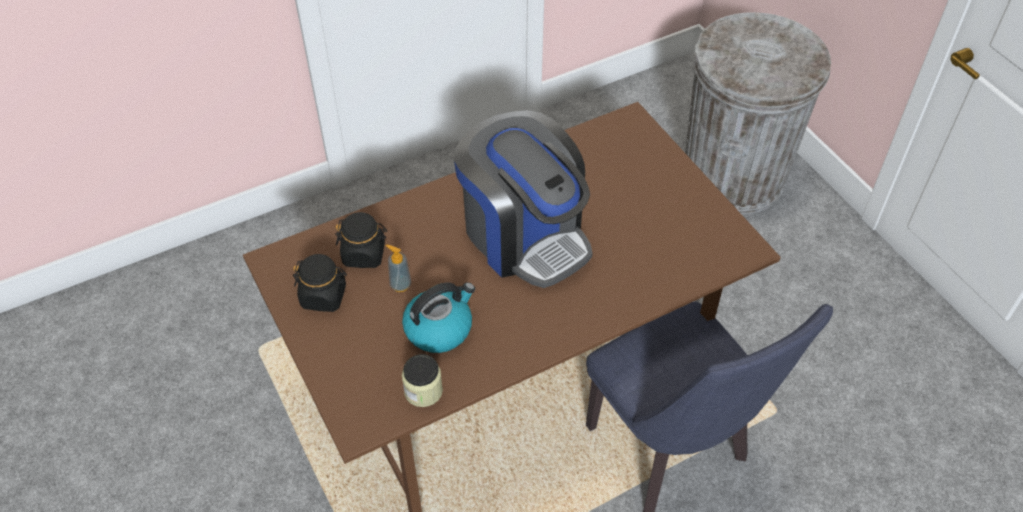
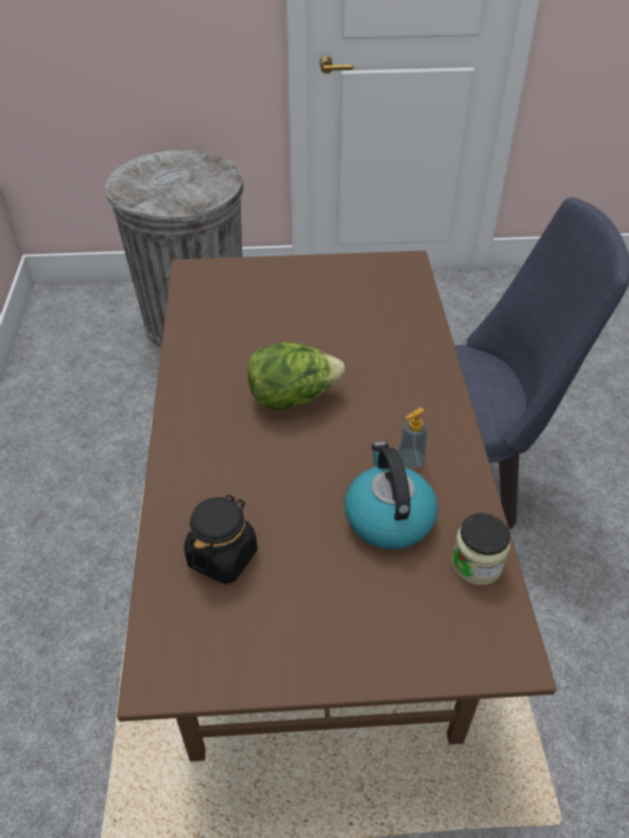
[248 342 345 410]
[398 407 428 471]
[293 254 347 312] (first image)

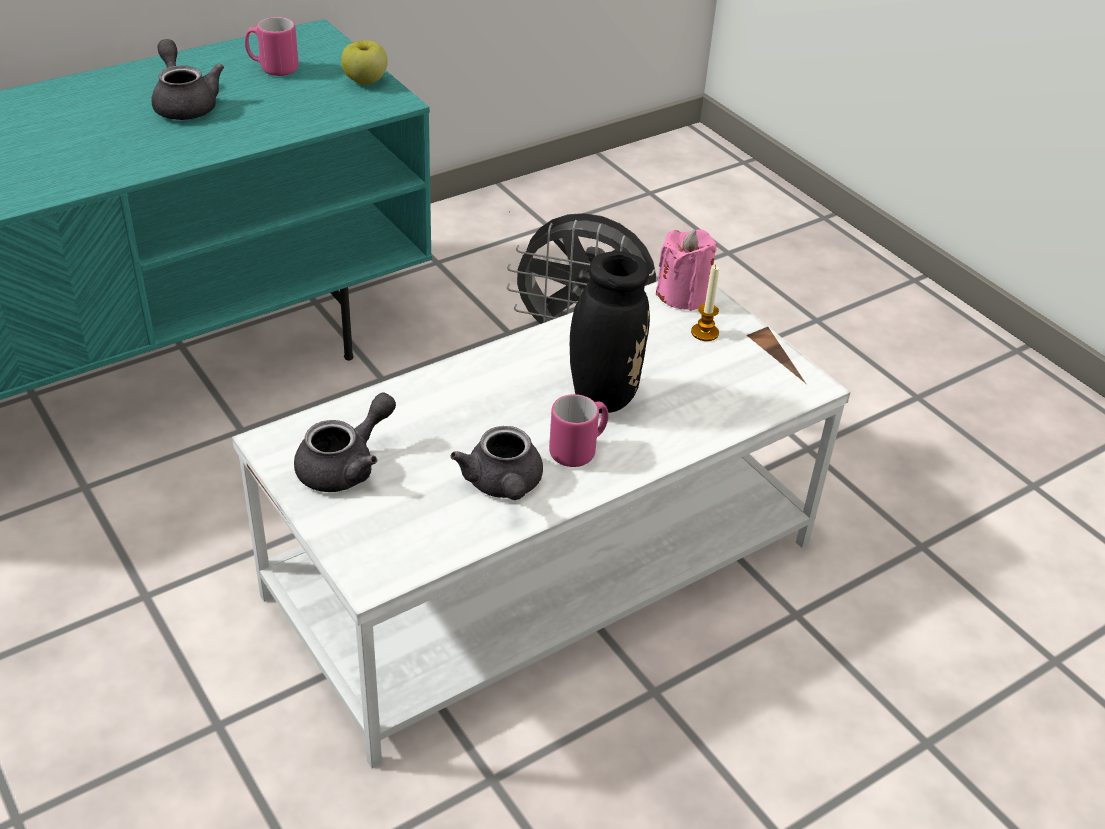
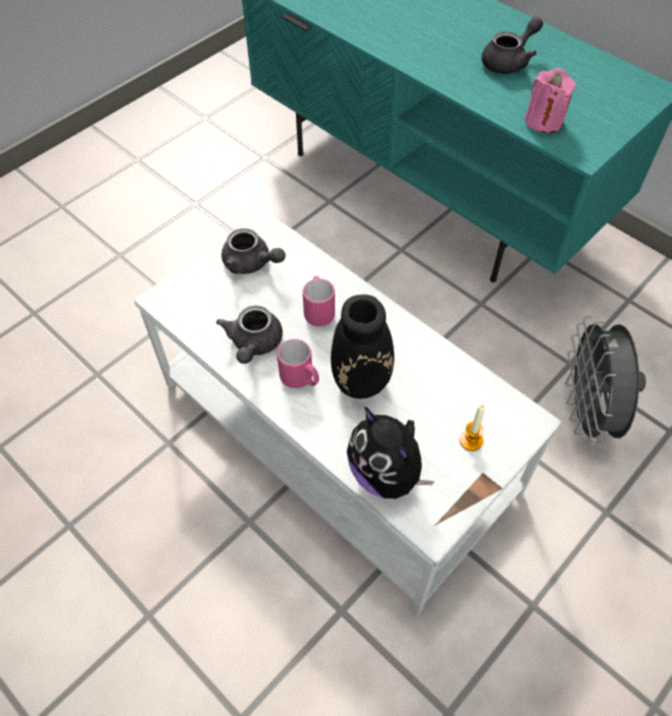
[303 276 335 327]
[341 40 388 85] (first image)
[525 68 576 133]
[216 305 283 364]
[347 407 435 499]

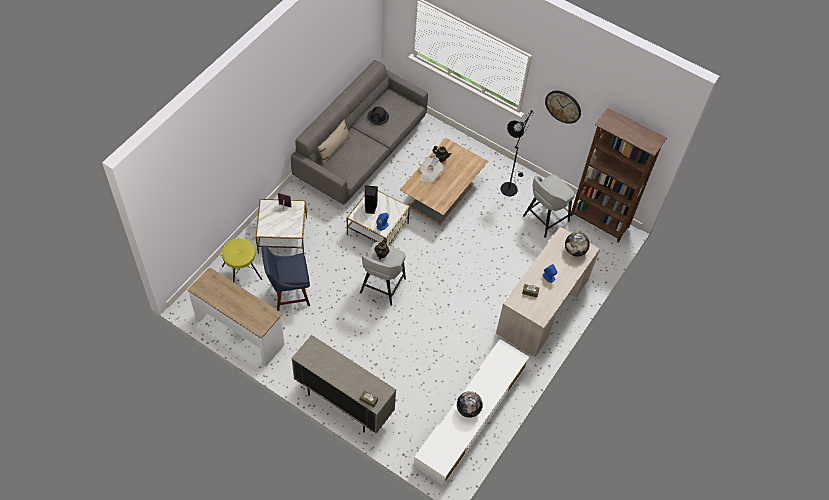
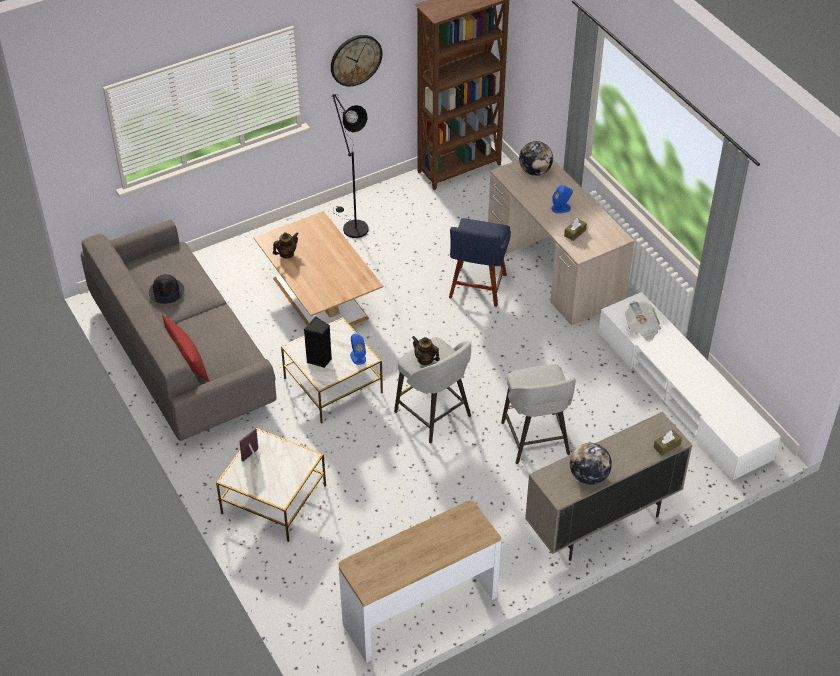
[162 314 210 382]
[625 301 661 342]
[501 364 575 464]
[222 239 262 282] (first image)
[449 218 511 307]
[570 443 612 485]

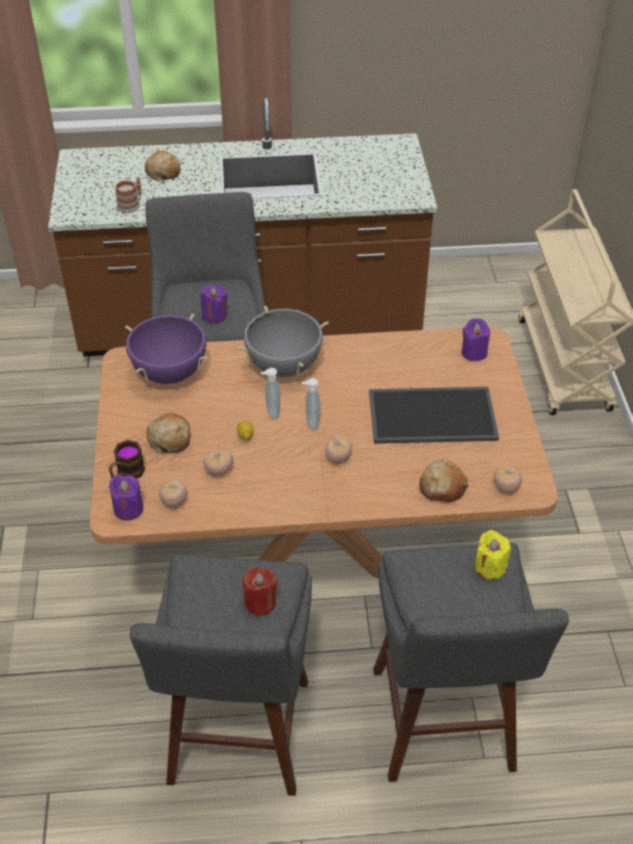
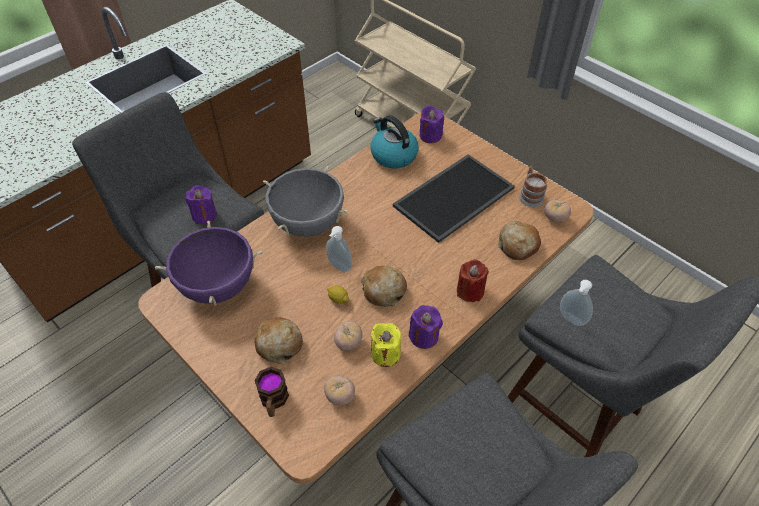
[361 266 407 307]
[519 166 547 207]
[560 280 593 326]
[325 435 352 463] (first image)
[409 305 443 349]
[371 323 401 367]
[457 259 489 302]
[370 115 419 168]

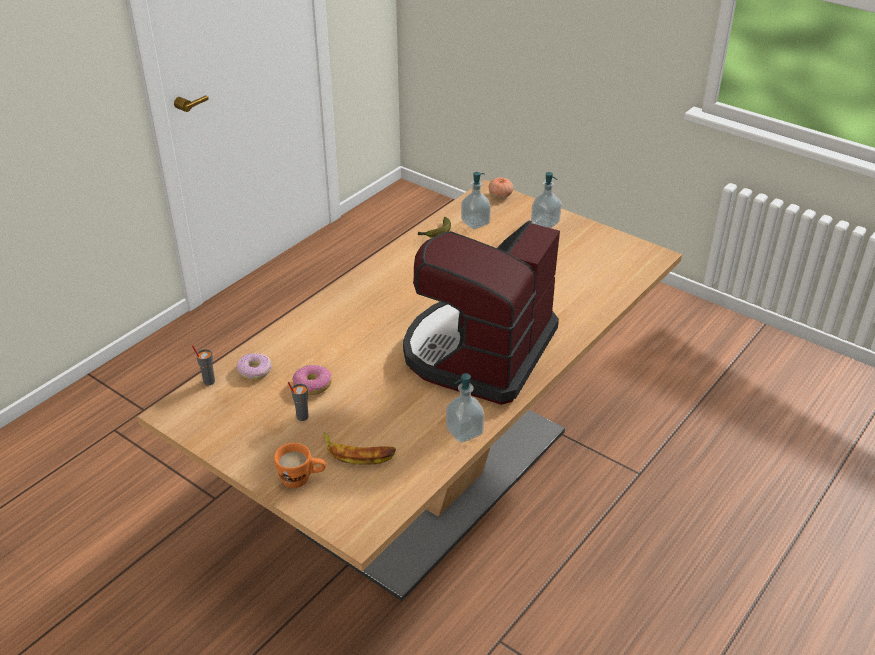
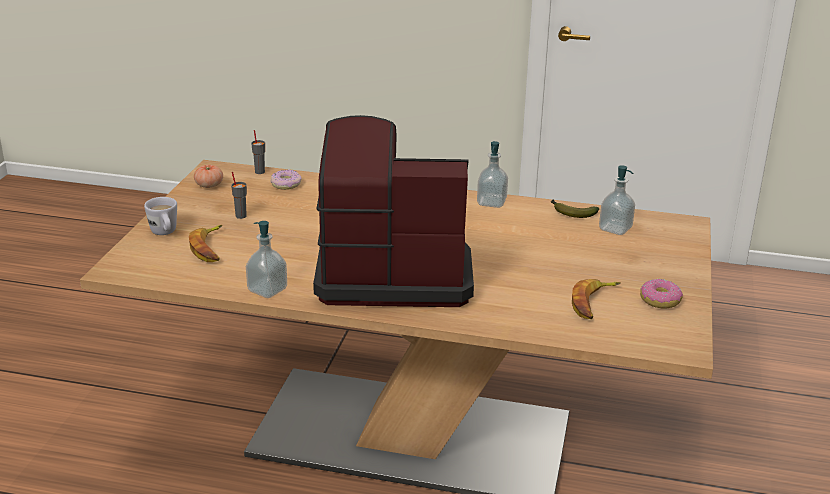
[477 141 508 208]
[194 165 223 188]
[640 279 683 309]
[144 197 177 235]
[572 279 621 319]

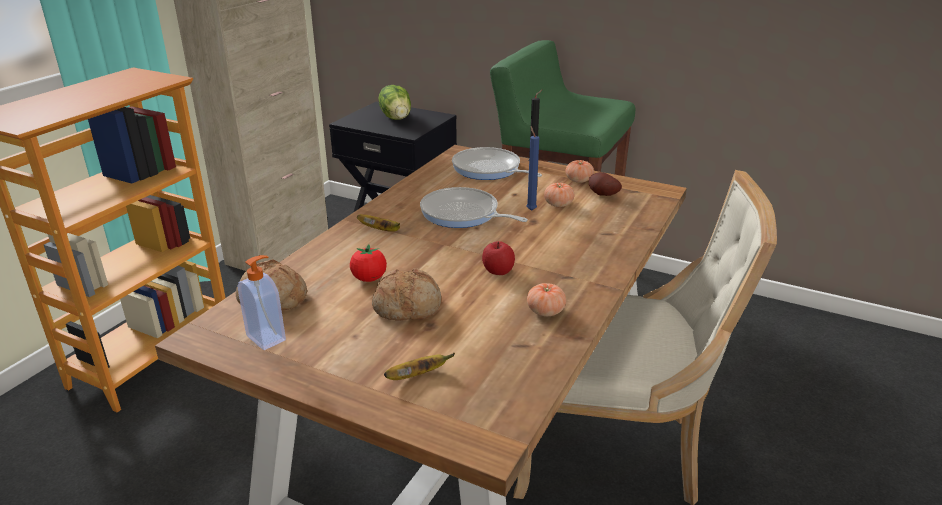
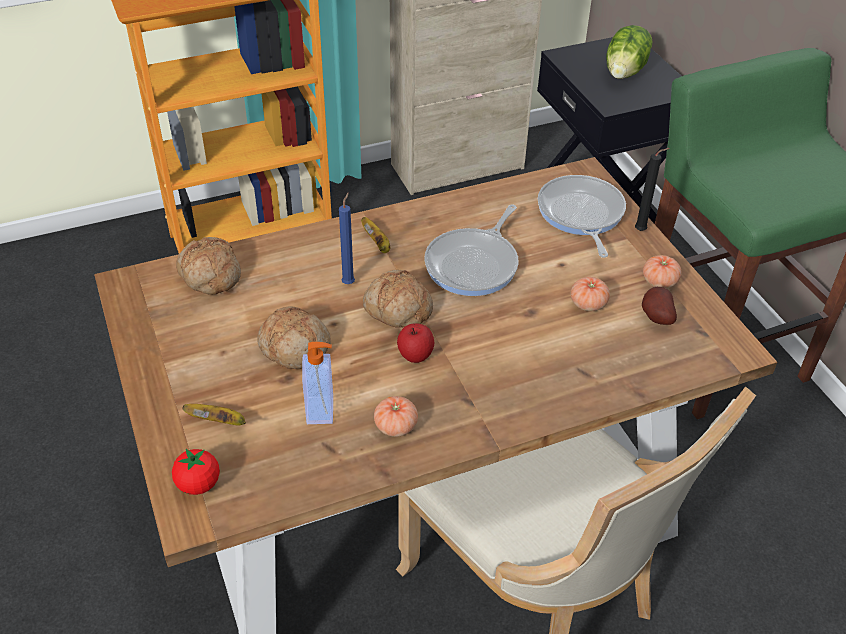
[339 192 355 284]
[424 204 519 296]
[172 449 220 495]
[302 342 333 424]
[363 270 433 328]

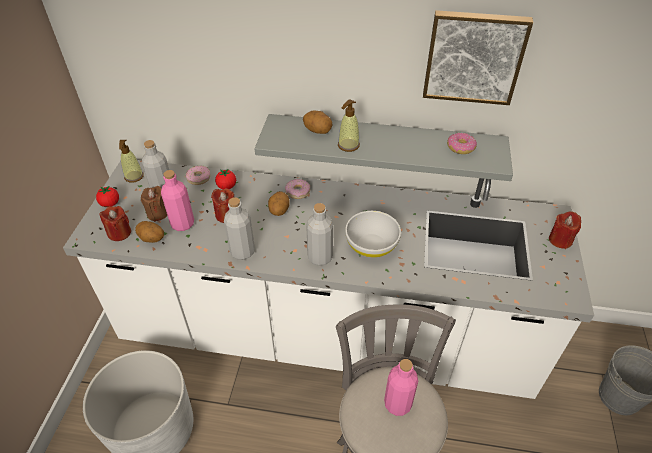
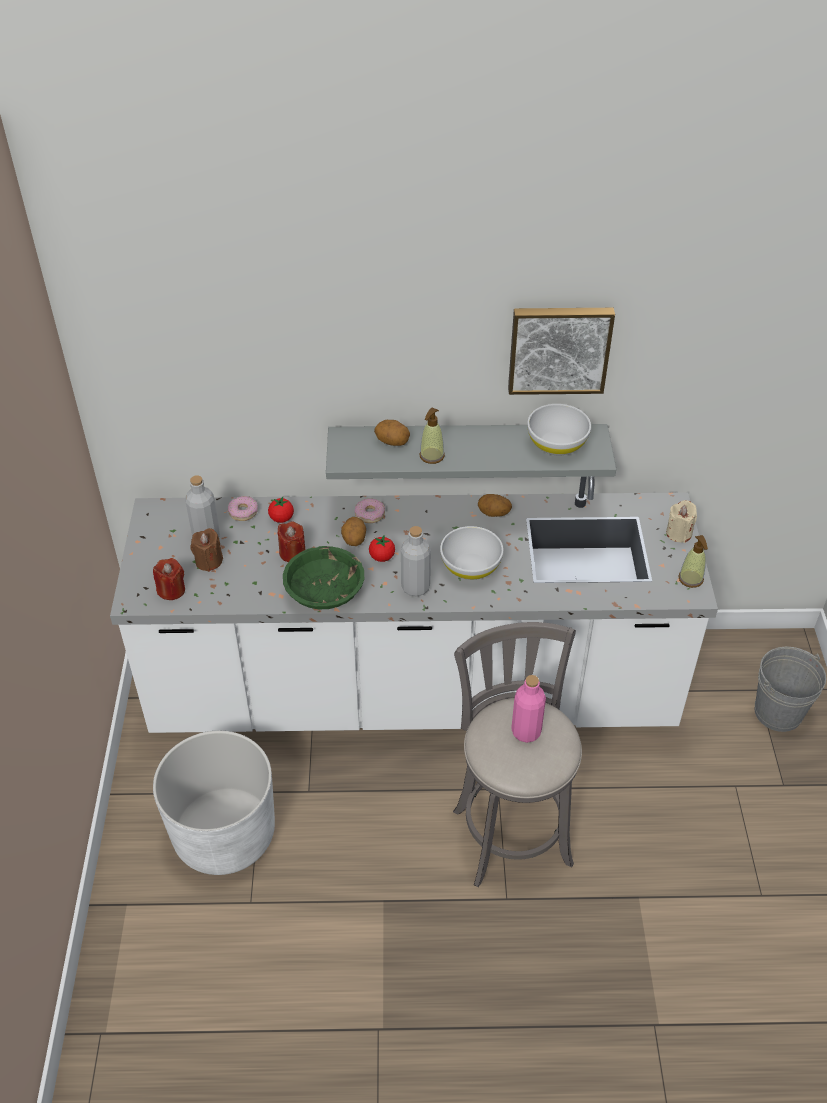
[527 404 591 456]
[678 535 708 588]
[161 170 194 231] (first image)
[369 535 395 562]
[283 546 364 609]
[666 500 697 543]
[478 494 512 517]

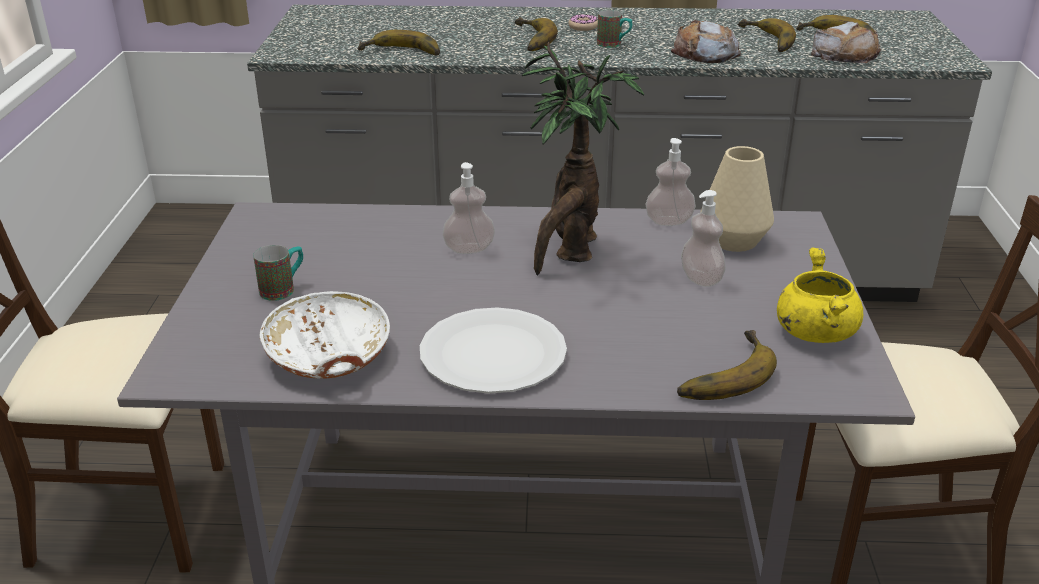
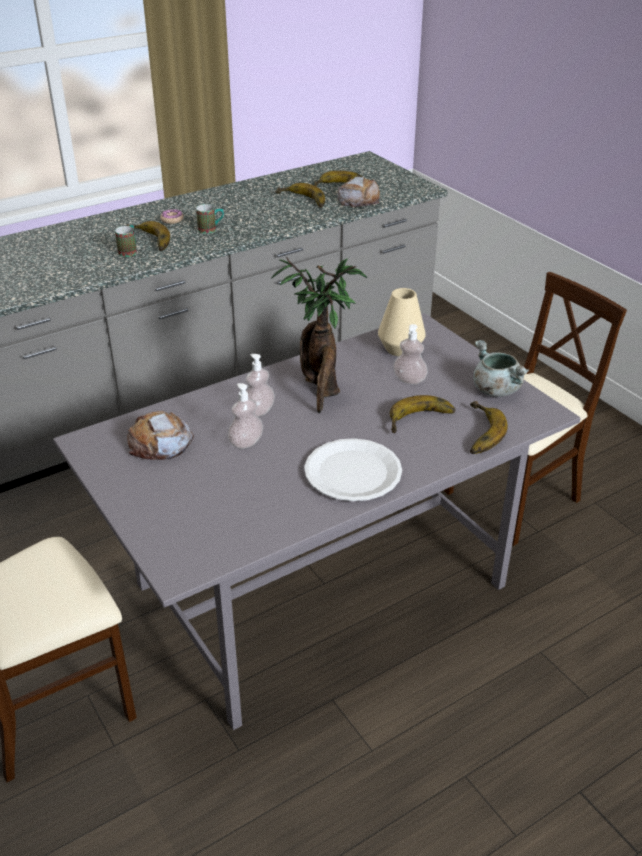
[127 411 194 460]
[390 395 455 433]
[228 383 263 449]
[115 225 137 257]
[473 340 529 397]
[260 291 390 379] (first image)

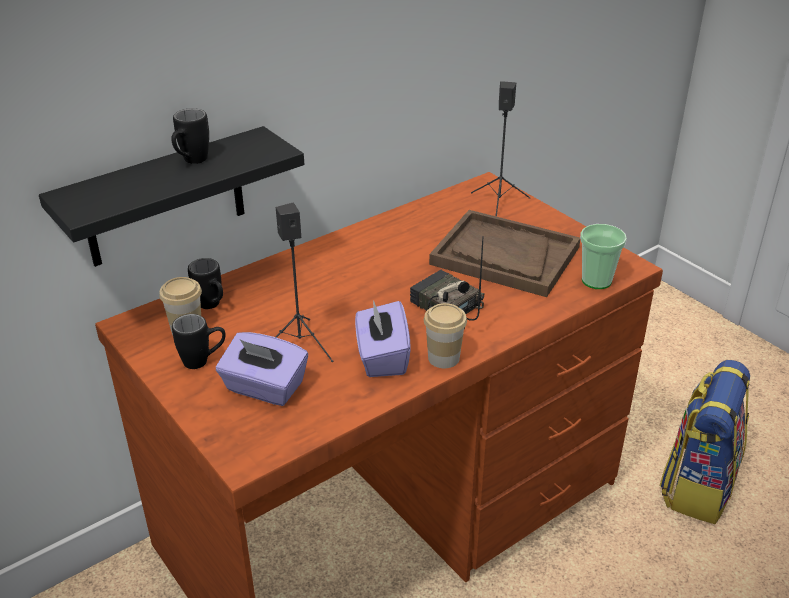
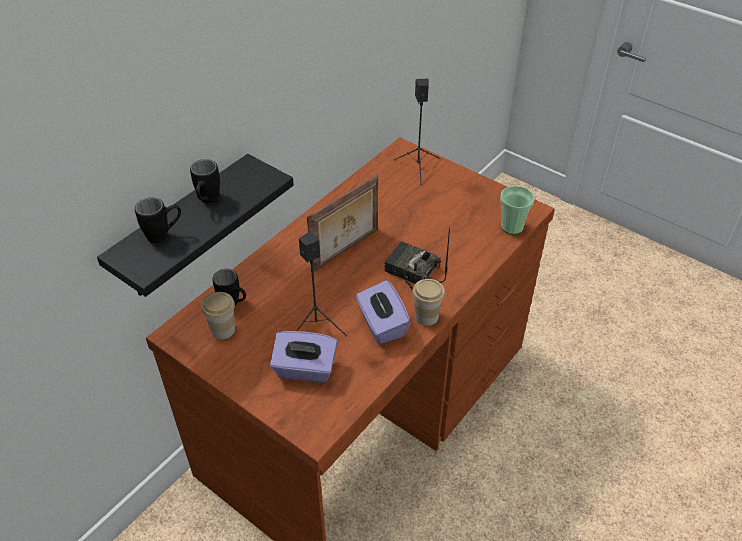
[429 210 580 297] (first image)
[135 197 181 244]
[660 360 750 524] (first image)
[307 175 378 272]

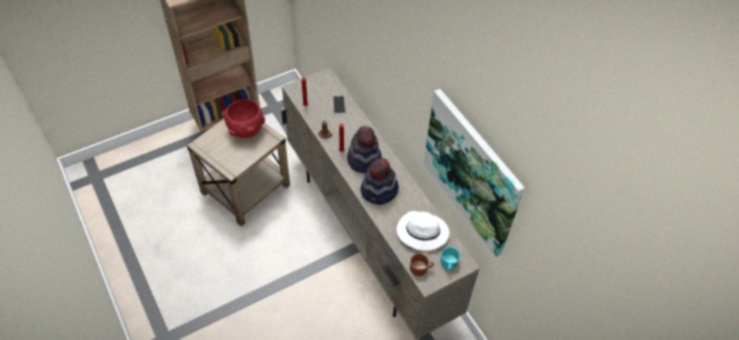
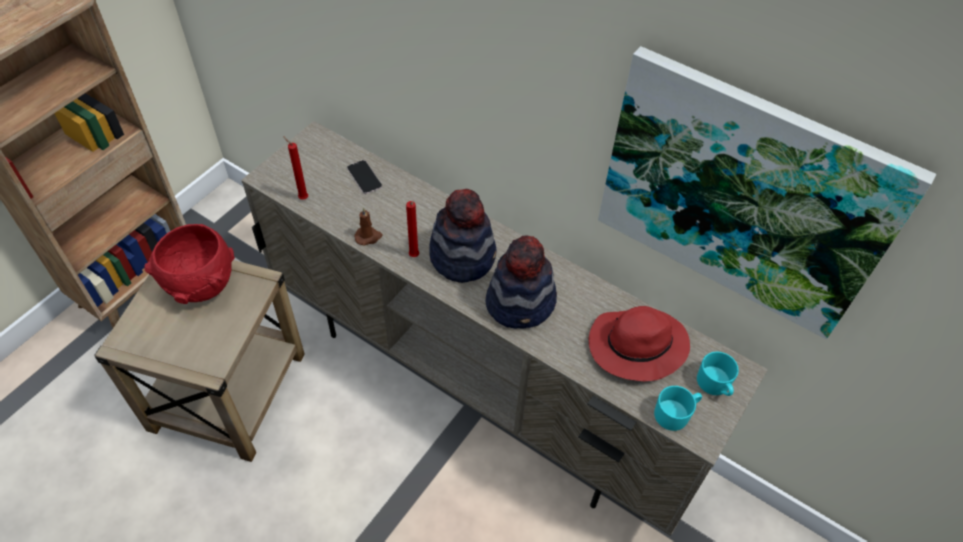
[588 306 690 381]
[654 386 702 431]

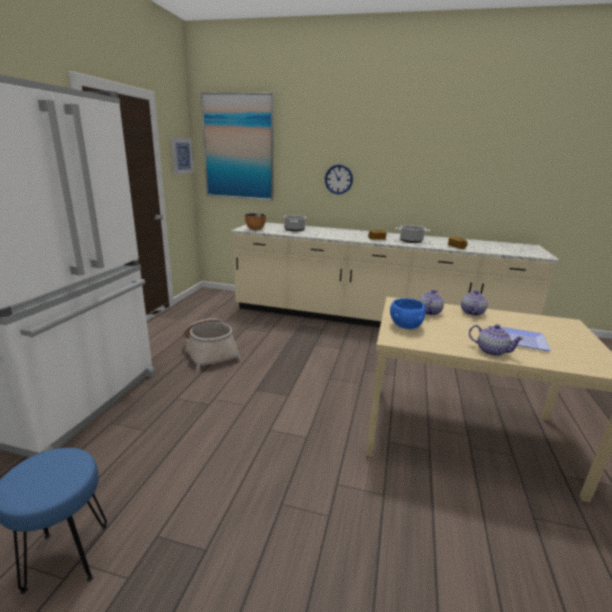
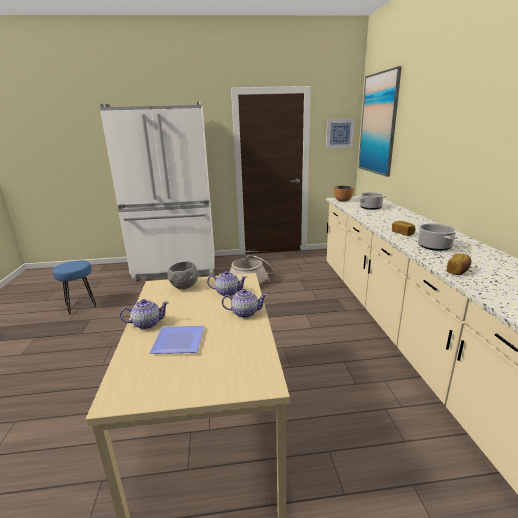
[325 165 353 194] (first image)
[168 262 198 289]
[120 299 169 329]

